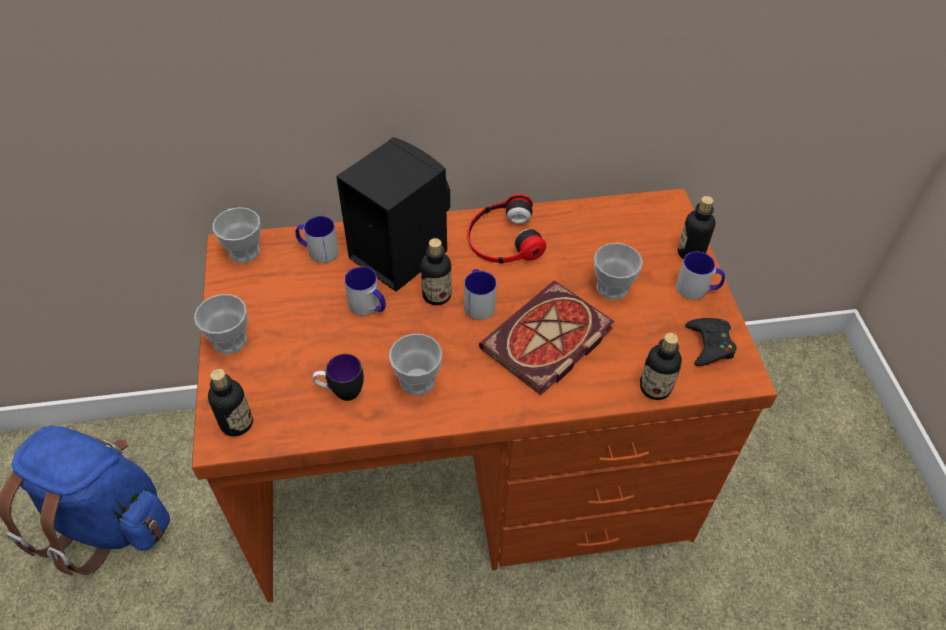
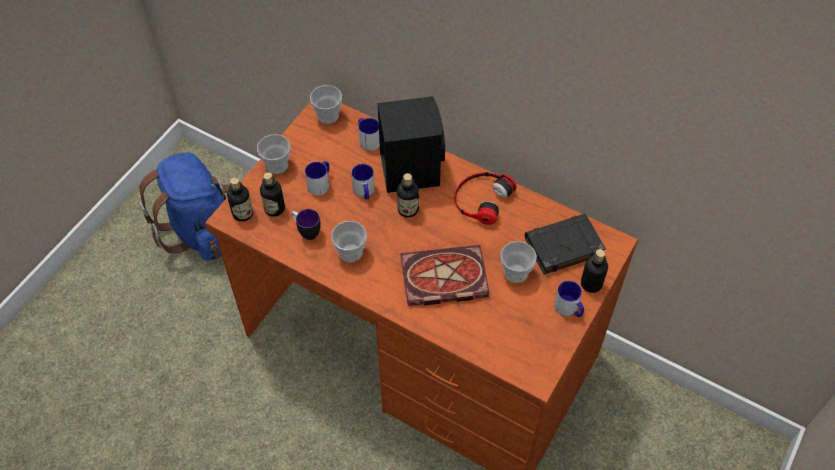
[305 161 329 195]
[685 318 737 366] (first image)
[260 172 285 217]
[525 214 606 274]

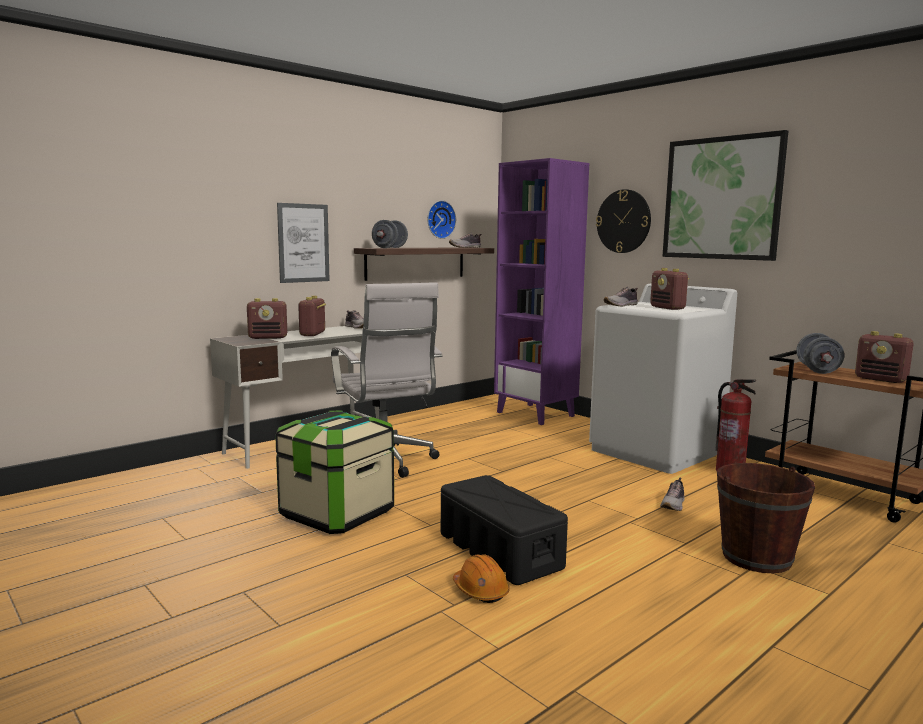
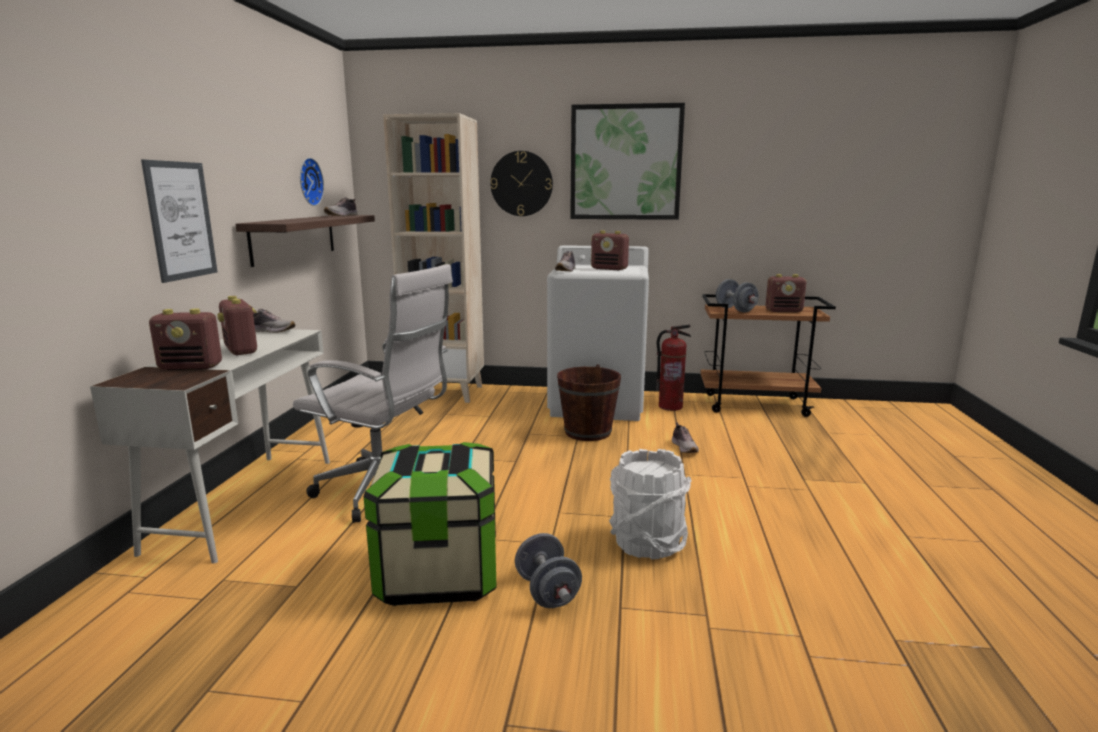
[383 113 484 403]
[515 533 582 608]
[149 309 222 370]
[557 364 621 441]
[609 449 692 559]
[453 554 510 603] (first image)

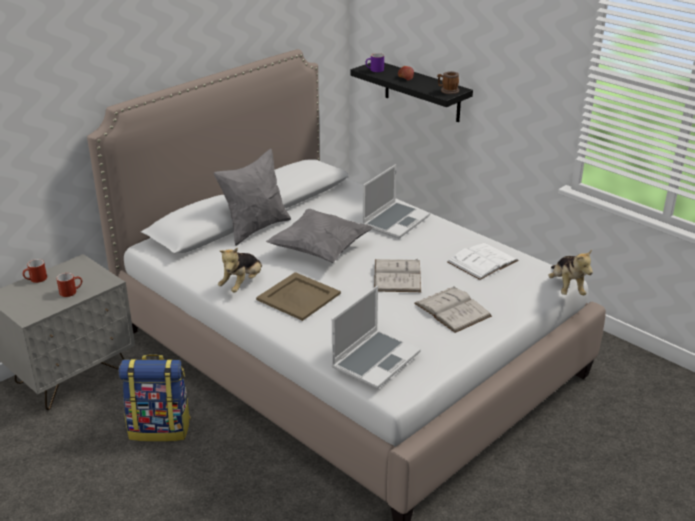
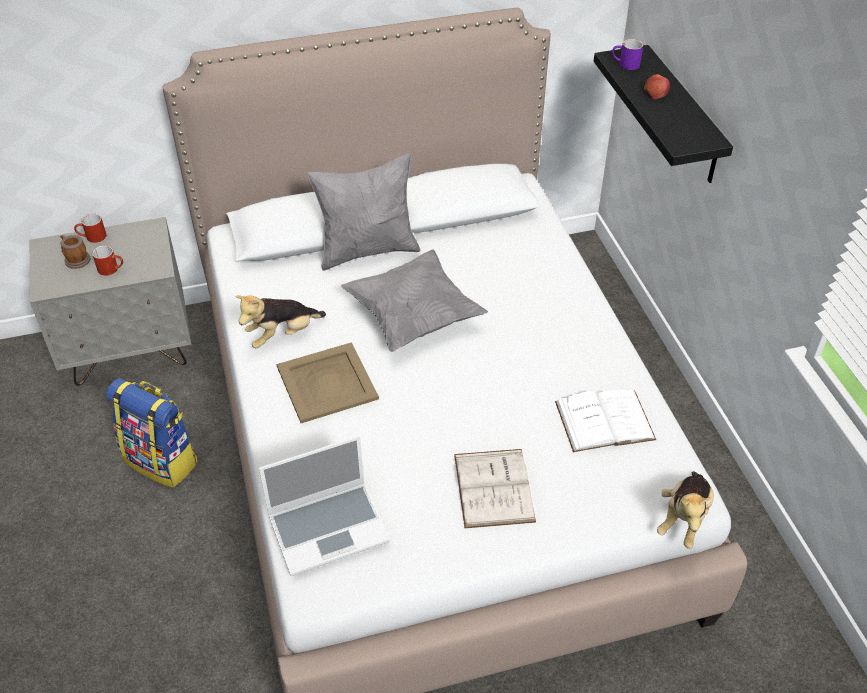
[60 235 91 269]
[363 164 430 238] (first image)
[374 259 421 292] (first image)

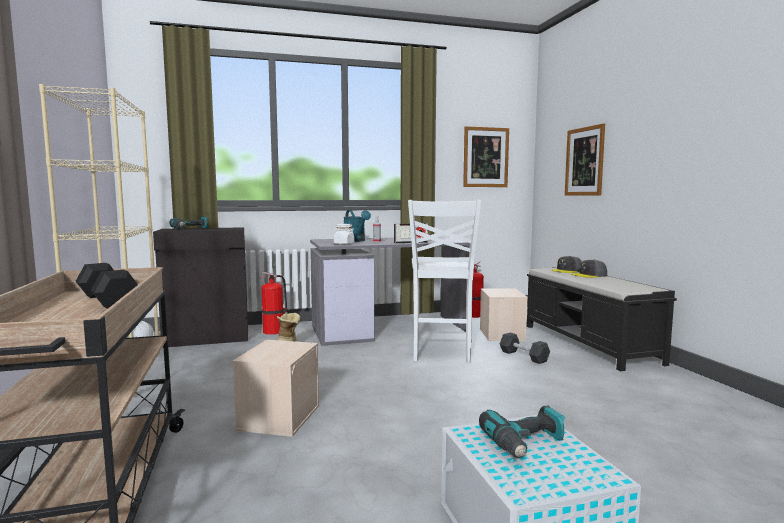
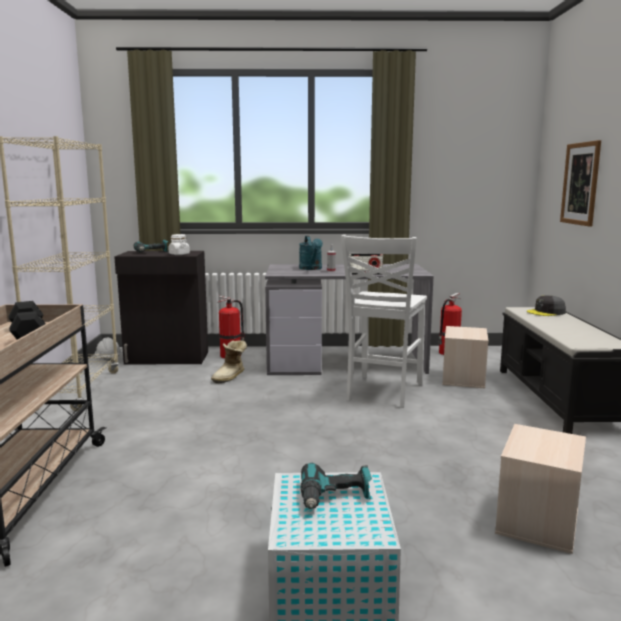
[463 126 509 187] (first image)
[169 234 190 255]
[571 260 607 278] (first image)
[500 332 550 364] (first image)
[495 424 586 554]

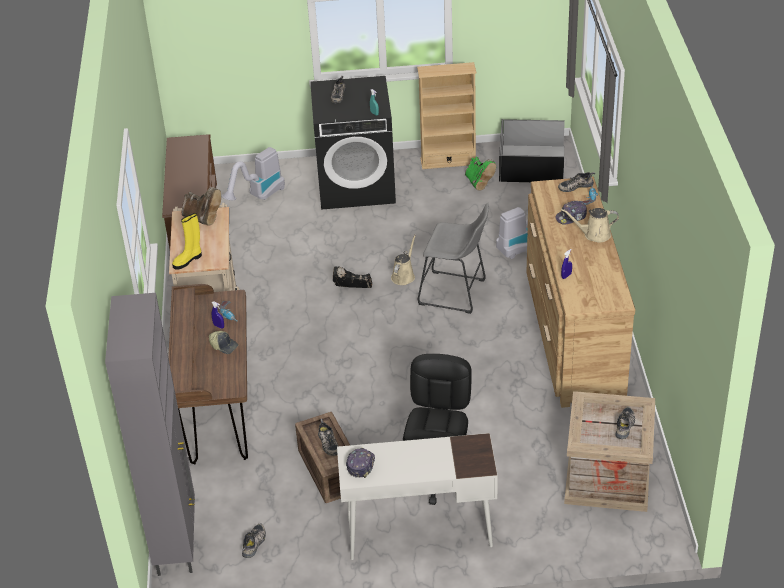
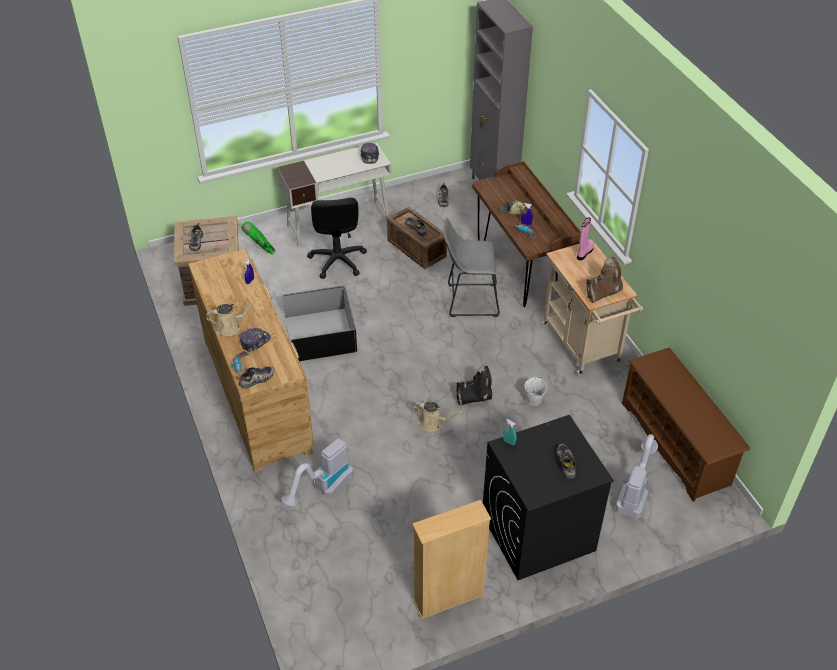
[283 286 357 361]
[241 222 275 254]
[587 257 623 303]
[443 218 499 317]
[577 218 594 260]
[413 401 463 432]
[524 377 547 406]

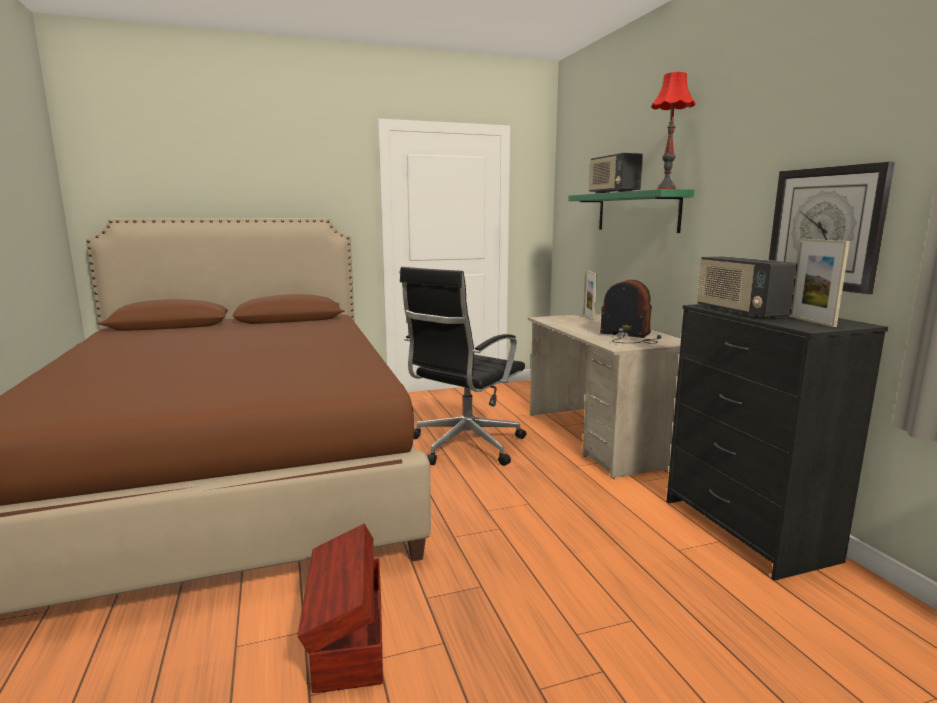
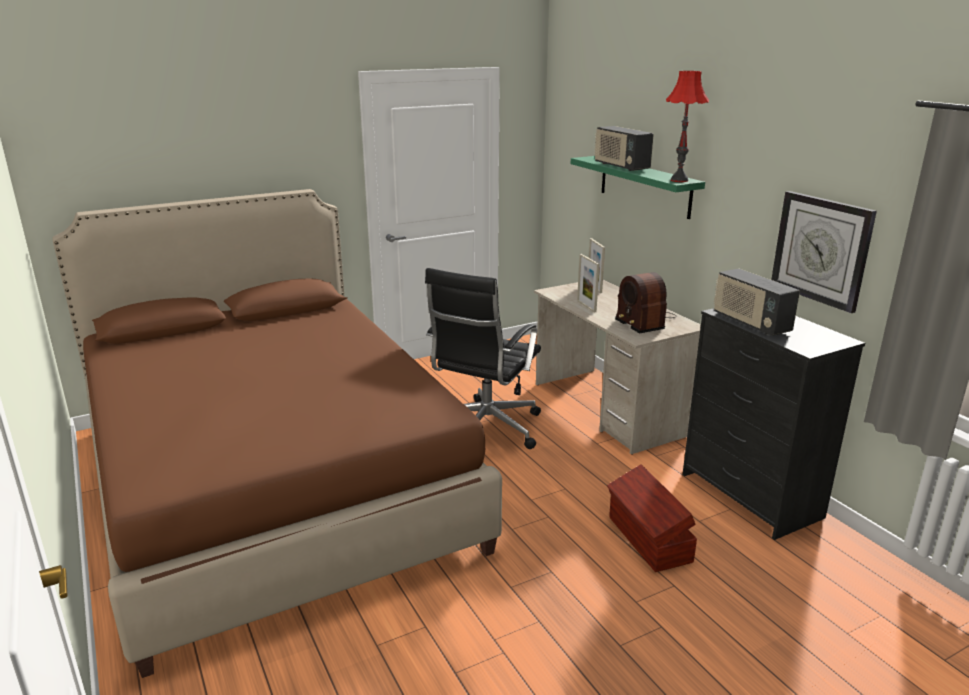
[577 254 600 313]
[615 272 677 334]
[607 464 697 572]

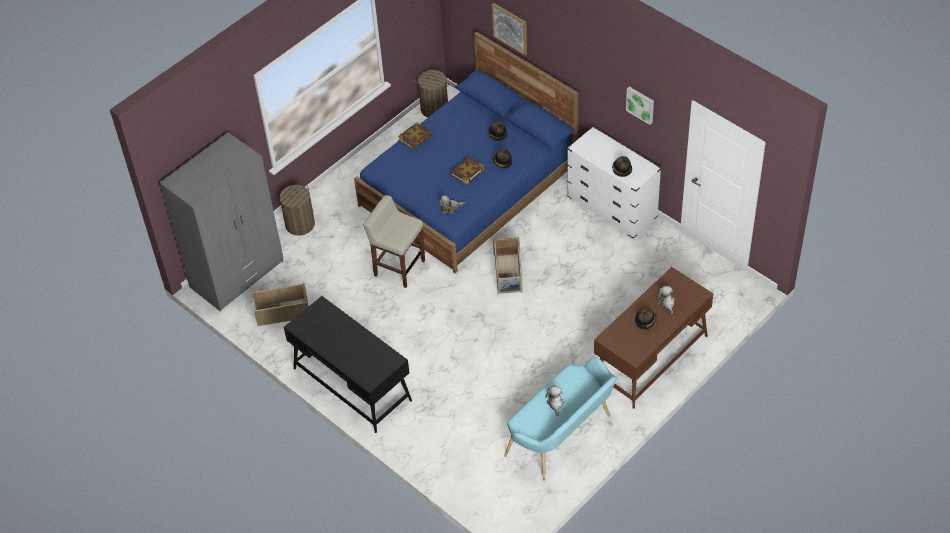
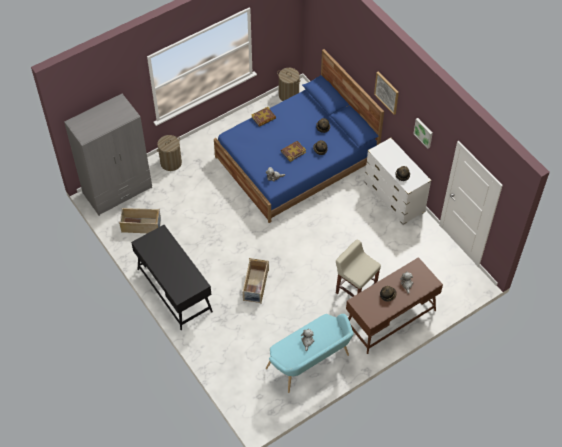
[374 72 399 115]
[336 240 381 297]
[243 258 269 304]

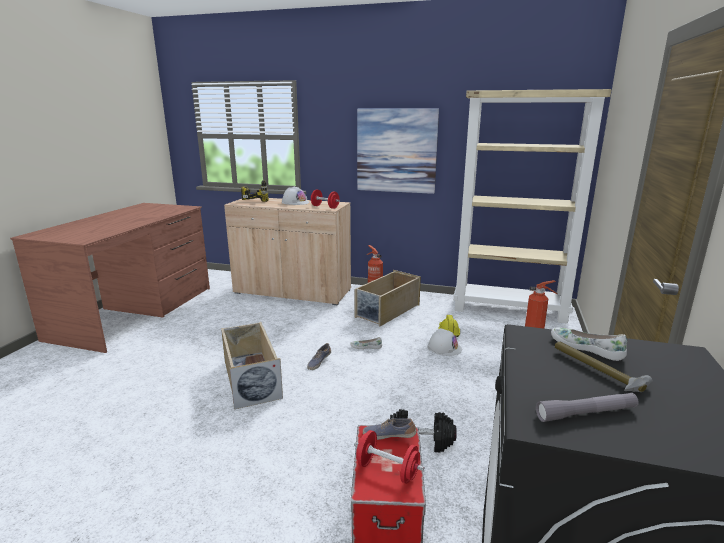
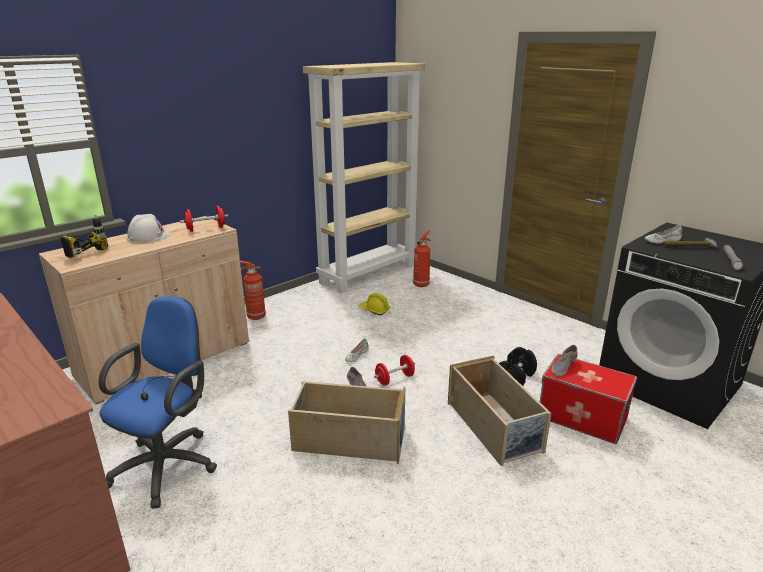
[357 109 439 194] (first image)
[448 355 551 466]
[427 328 462 356] (first image)
[374 355 415 386]
[99 296 217 509]

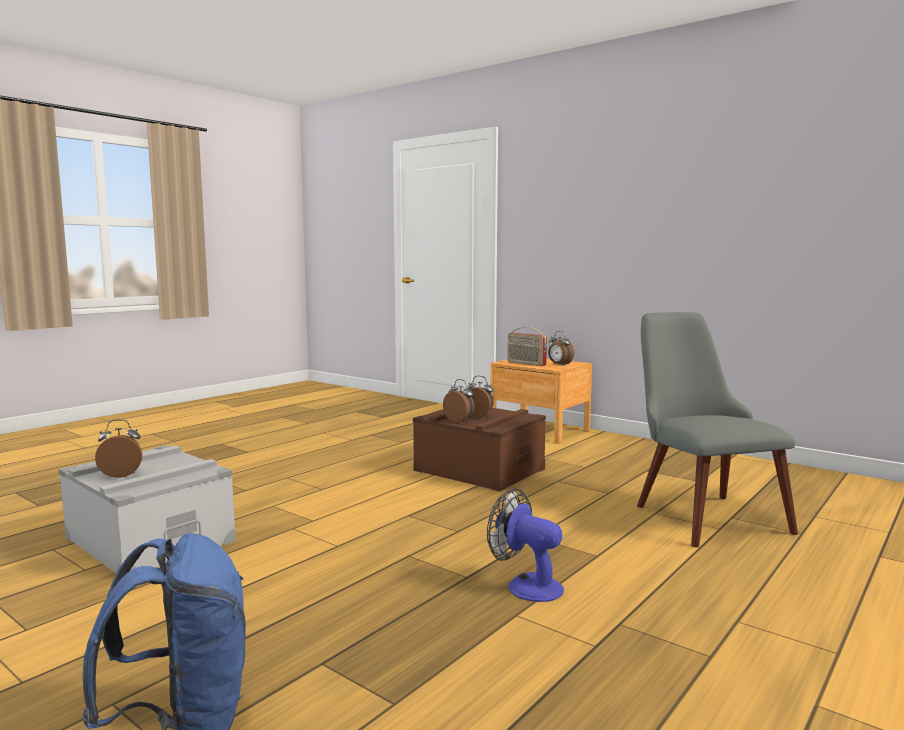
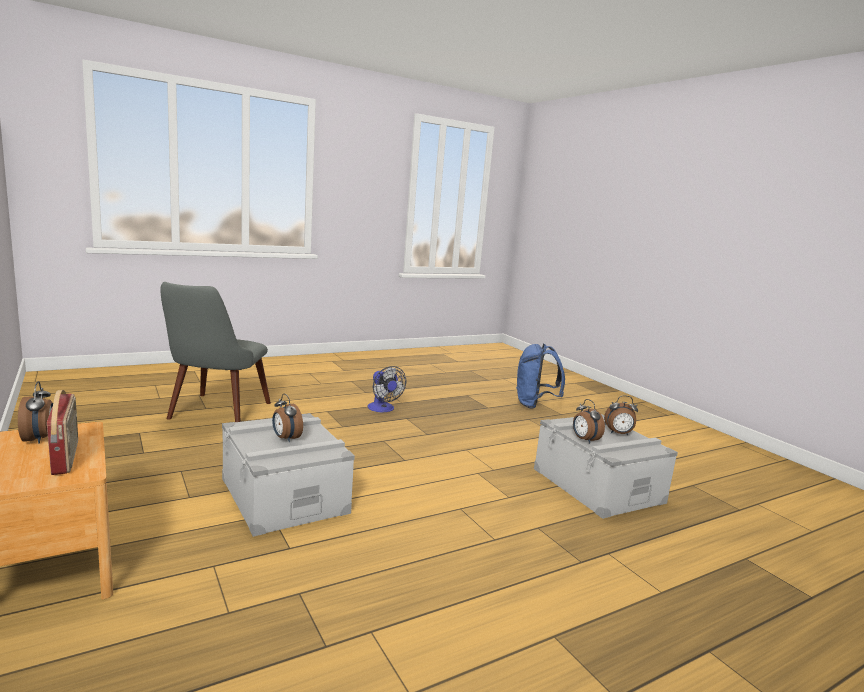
[573 399 605 444]
[222 413 355 537]

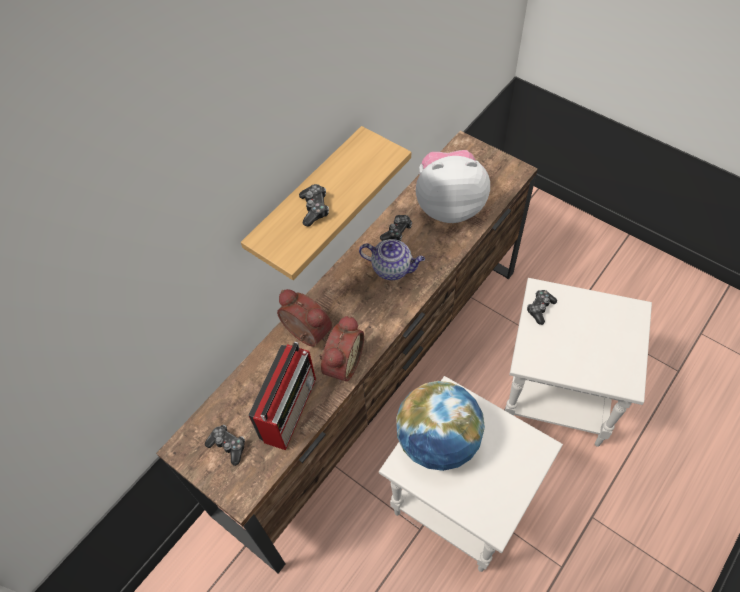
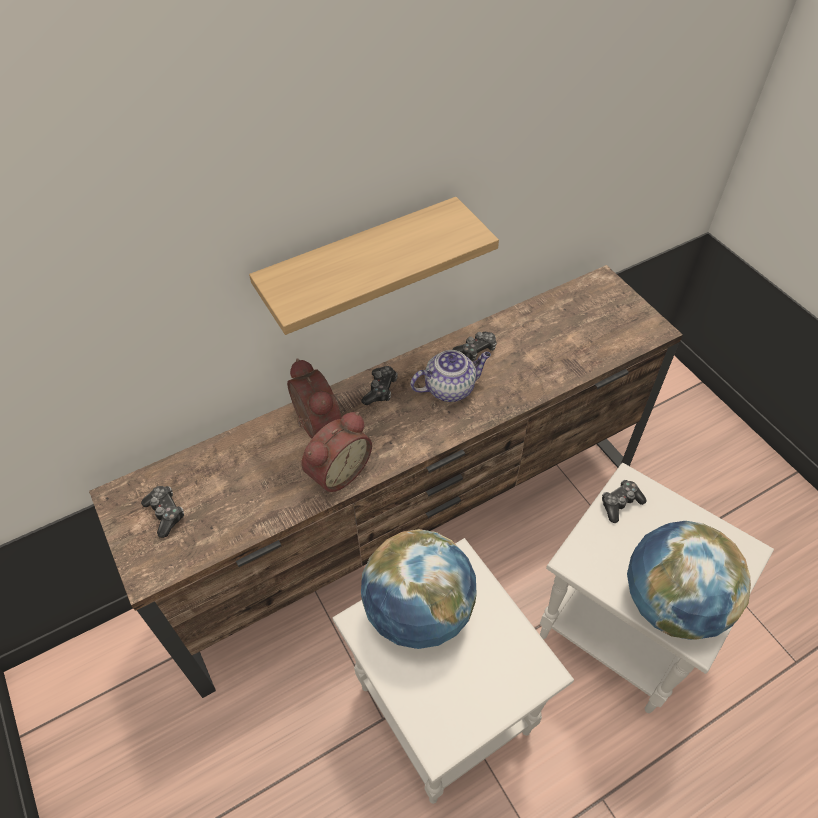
[416 150 490 223] (first image)
[362 366 397 405]
[410 350 491 402]
[248 342 316 450] (first image)
[627 521 751 640]

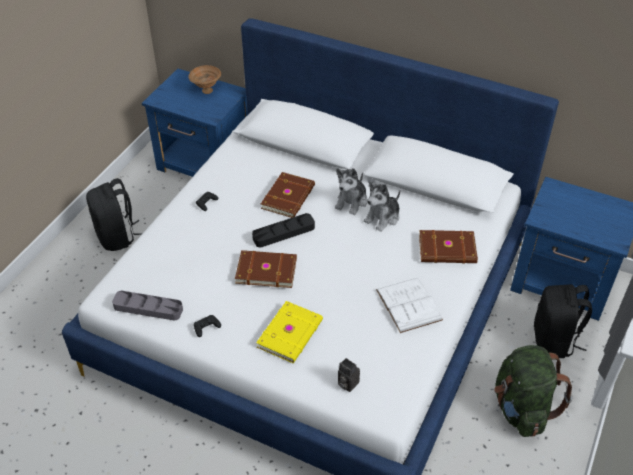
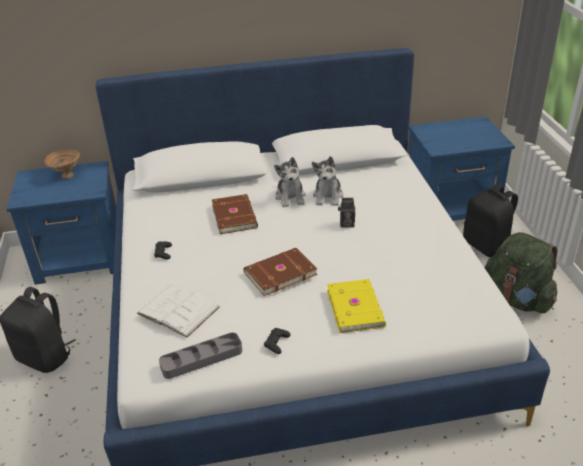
[252 213 315 248] (first image)
[419 230 478 263] (first image)
[137 284 220 338]
[338 198 355 228]

